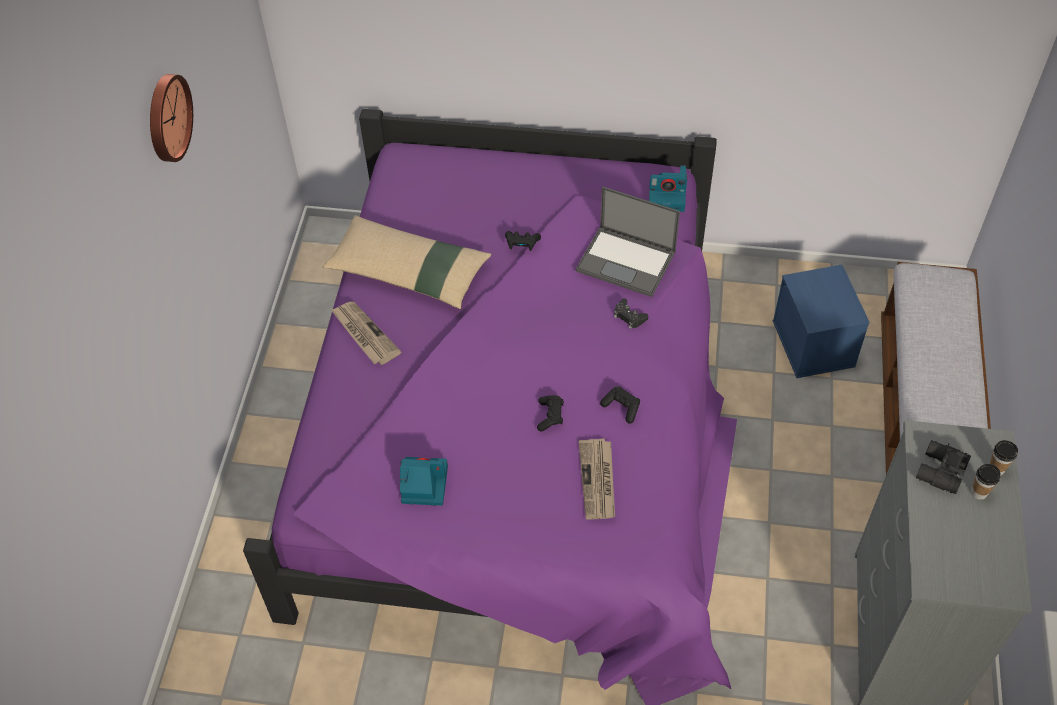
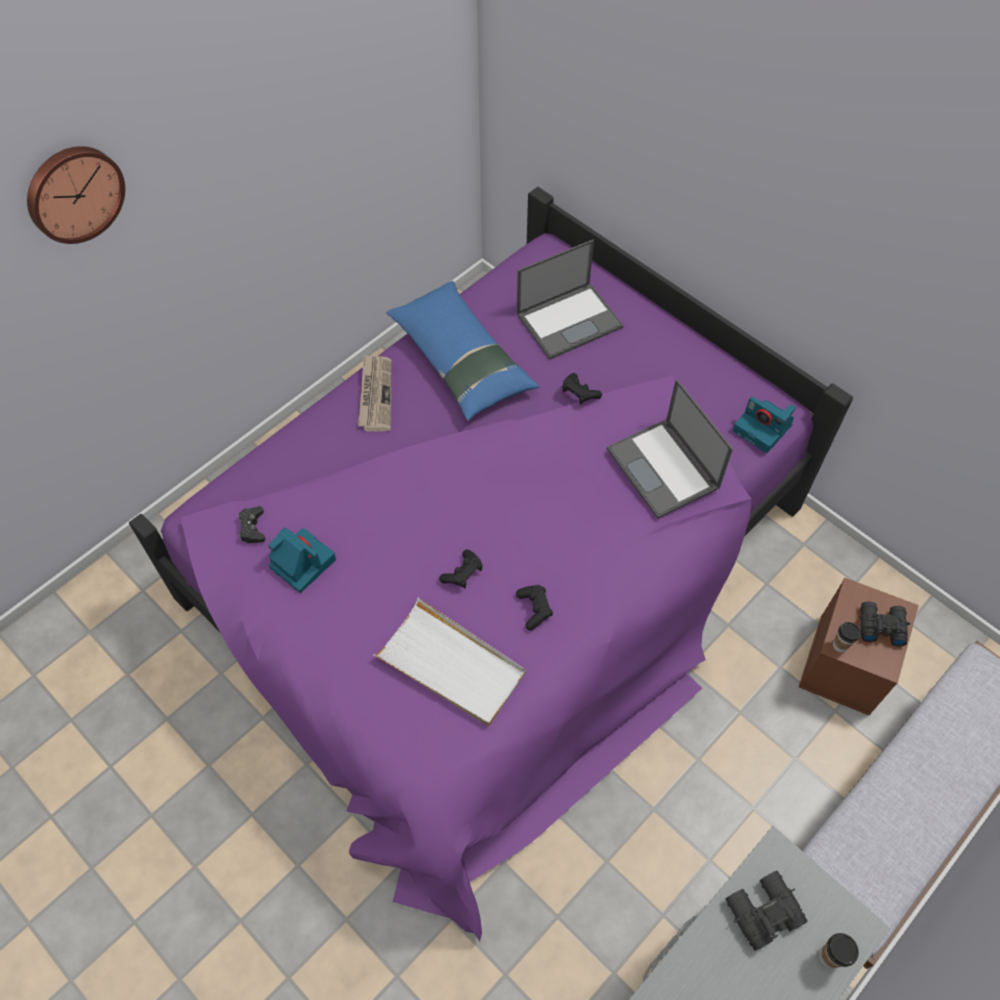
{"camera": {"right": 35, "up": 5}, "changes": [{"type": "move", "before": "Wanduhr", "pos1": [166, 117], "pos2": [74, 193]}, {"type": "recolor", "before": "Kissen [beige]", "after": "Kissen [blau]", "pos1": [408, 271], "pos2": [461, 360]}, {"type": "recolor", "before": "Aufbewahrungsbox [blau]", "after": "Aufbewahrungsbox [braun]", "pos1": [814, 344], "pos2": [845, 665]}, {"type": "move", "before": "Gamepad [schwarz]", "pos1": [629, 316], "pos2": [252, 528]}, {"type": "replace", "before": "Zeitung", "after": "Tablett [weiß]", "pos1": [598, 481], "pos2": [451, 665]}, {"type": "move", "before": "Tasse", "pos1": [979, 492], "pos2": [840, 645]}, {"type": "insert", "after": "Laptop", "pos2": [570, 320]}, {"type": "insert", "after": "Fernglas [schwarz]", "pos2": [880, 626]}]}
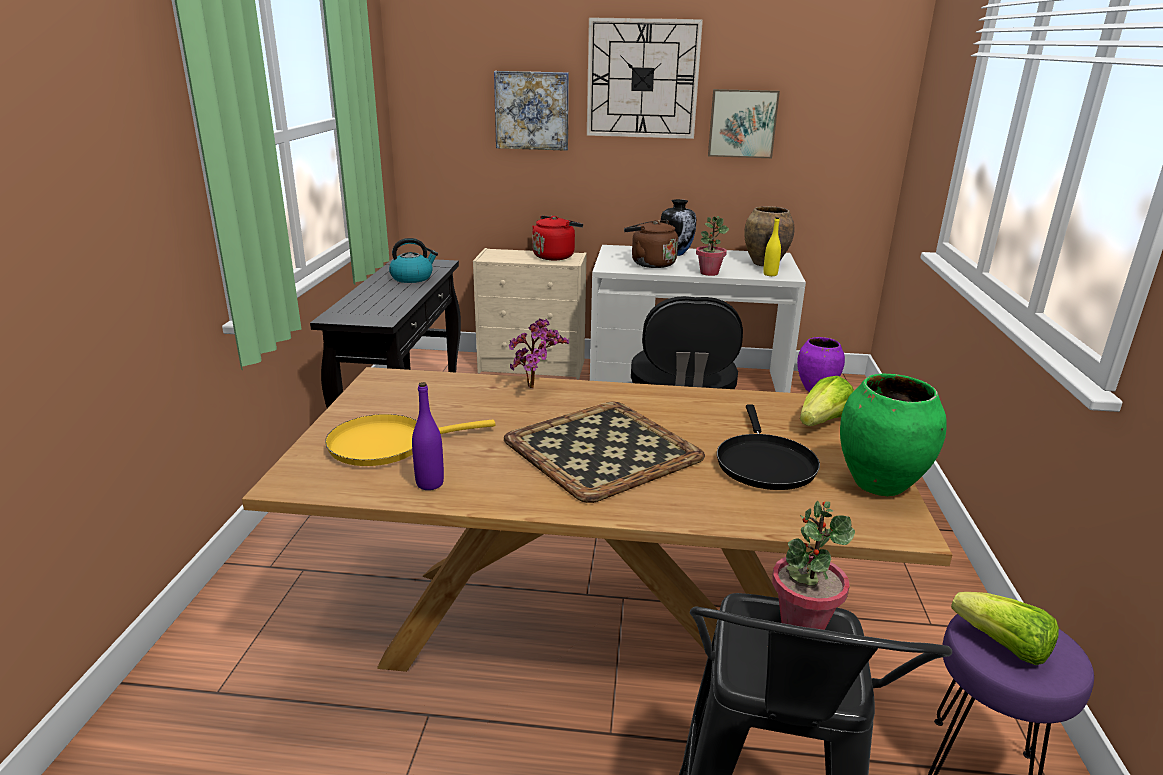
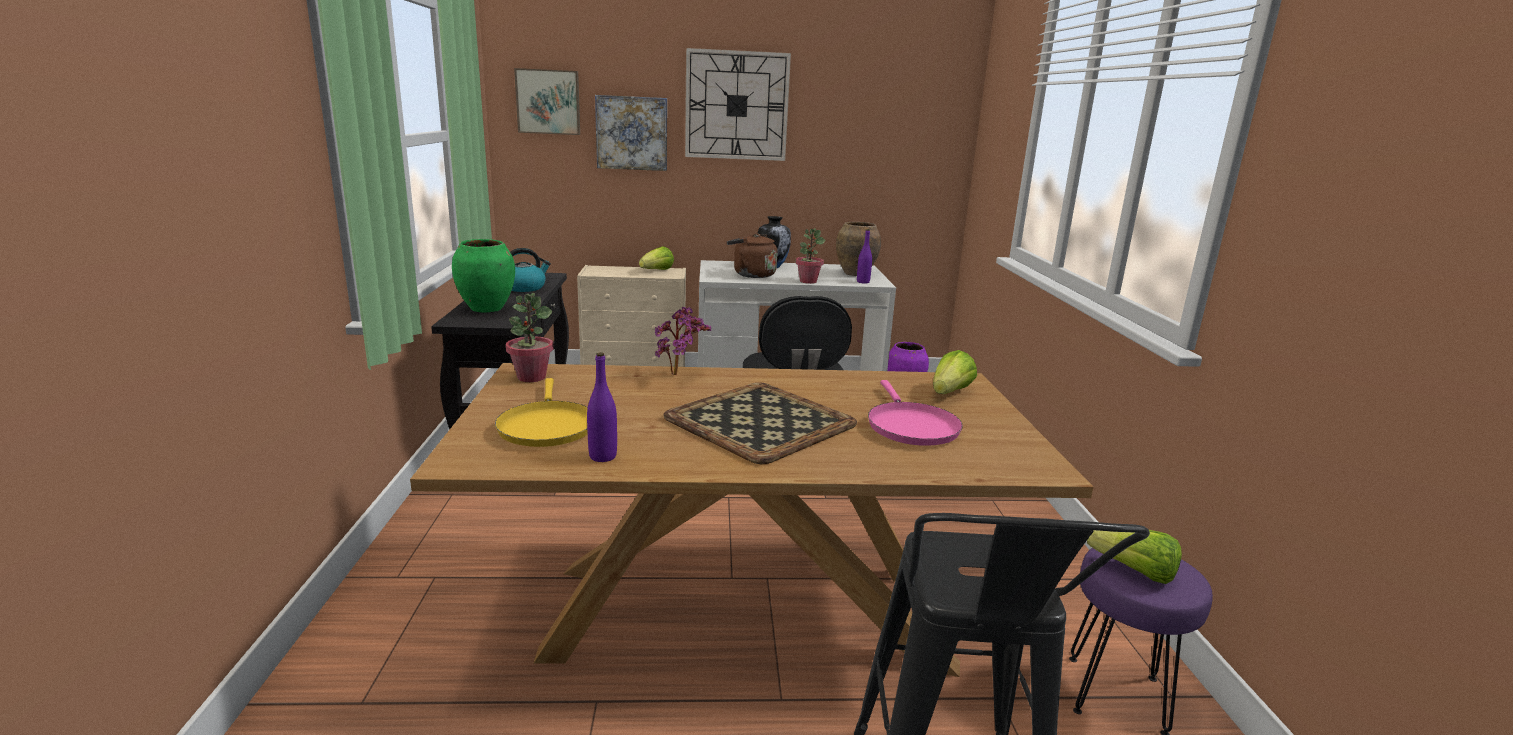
{"camera": {"right": -10, "up": -5}, "changes": [{"type": "move", "before": "Bild", "pos1": [742, 123], "pos2": [548, 102]}, {"type": "replace", "before": "Wasserkessel [rot]", "after": "Salatkopf", "pos1": [555, 256], "pos2": [657, 271]}, {"type": "recolor", "before": "Flasche [gelb]", "after": "Flasche [lila]", "pos1": [770, 274], "pos2": [863, 282]}, {"type": "move", "before": "Vase [grün]", "pos1": [879, 484], "pos2": [487, 309]}, {"type": "recolor", "before": "Pfanne [schwarz]", "after": "Pfanne [rosa]", "pos1": [764, 463], "pos2": [910, 426]}, {"type": "rotate", "before": "Pfanne [gelb]", "pos1": [386, 445], "pos2": [546, 426], "turn": -75}, {"type": "move", "before": "Topfpflanze", "pos1": [802, 623], "pos2": [531, 377]}]}
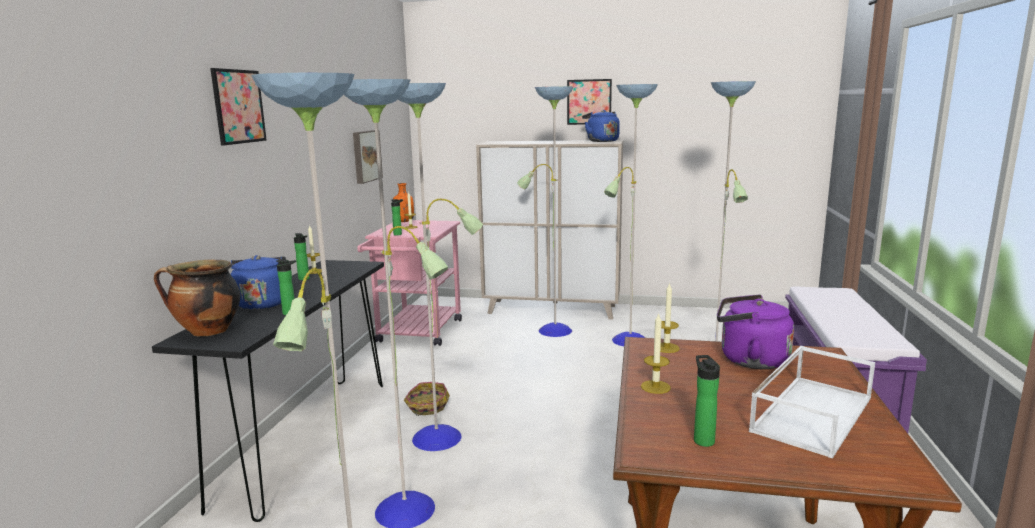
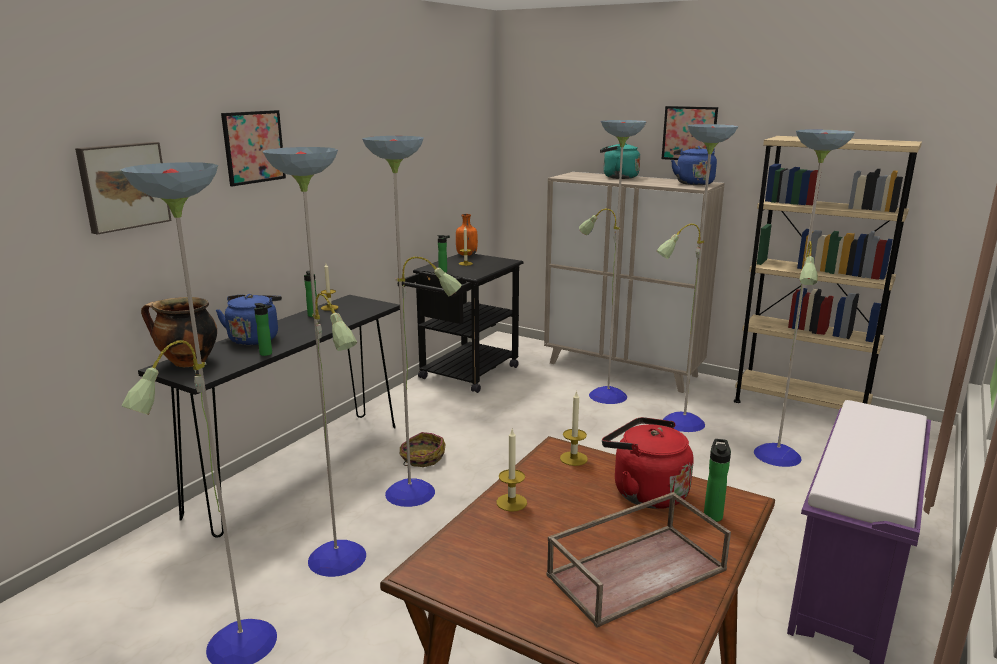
{"camera": {"right": 20, "up": 5}, "changes": [{"type": "move", "before": "Bild", "pos1": [365, 156], "pos2": [123, 186]}, {"type": "recolor", "before": "Rollwagen [rosa]", "after": "Rollwagen [schwarz]", "pos1": [417, 334], "pos2": [464, 375]}, {"type": "recolor", "before": "Wasserkessel [lila]", "after": "Wasserkessel [rot]", "pos1": [749, 360], "pos2": [645, 492]}, {"type": "recolor", "before": "Tablett [weiß]", "after": "Tablett [braun]", "pos1": [811, 413], "pos2": [637, 571]}, {"type": "move", "before": "Flasche", "pos1": [702, 439], "pos2": [713, 514]}, {"type": "insert", "after": "Bücherregal [beige]", "pos2": [800, 405]}, {"type": "insert", "after": "Wasserkessel [türkis]", "pos2": [618, 177]}]}
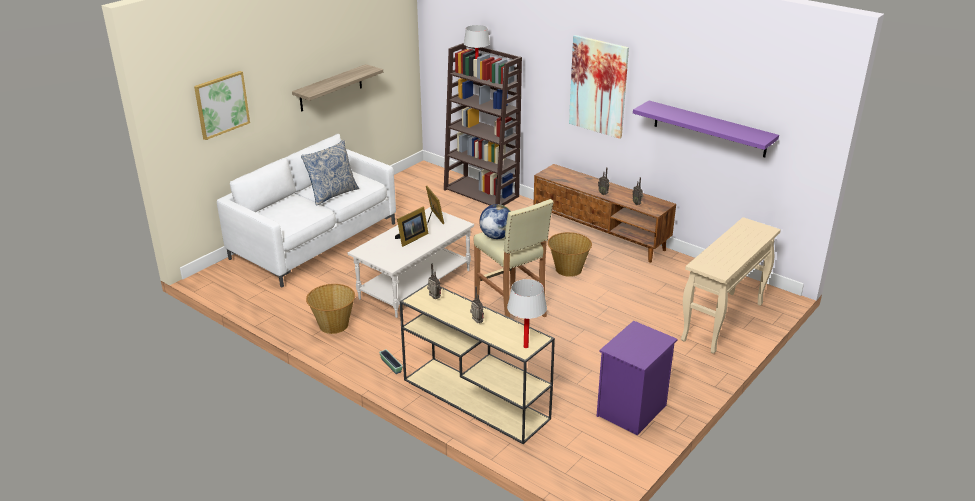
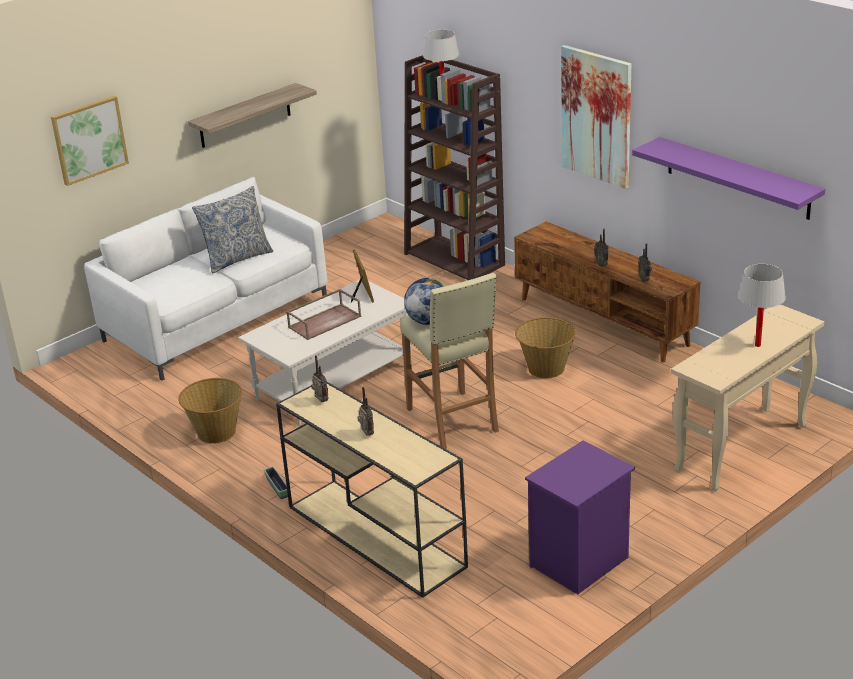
{"camera": {"right": 10, "up": 0}, "changes": [{"type": "replace", "before": "Bilderrahmen", "after": "Tablett [braun]", "pos1": [411, 239], "pos2": [325, 321]}, {"type": "move", "before": "Tischlampe [weiß]", "pos1": [525, 346], "pos2": [757, 345]}]}
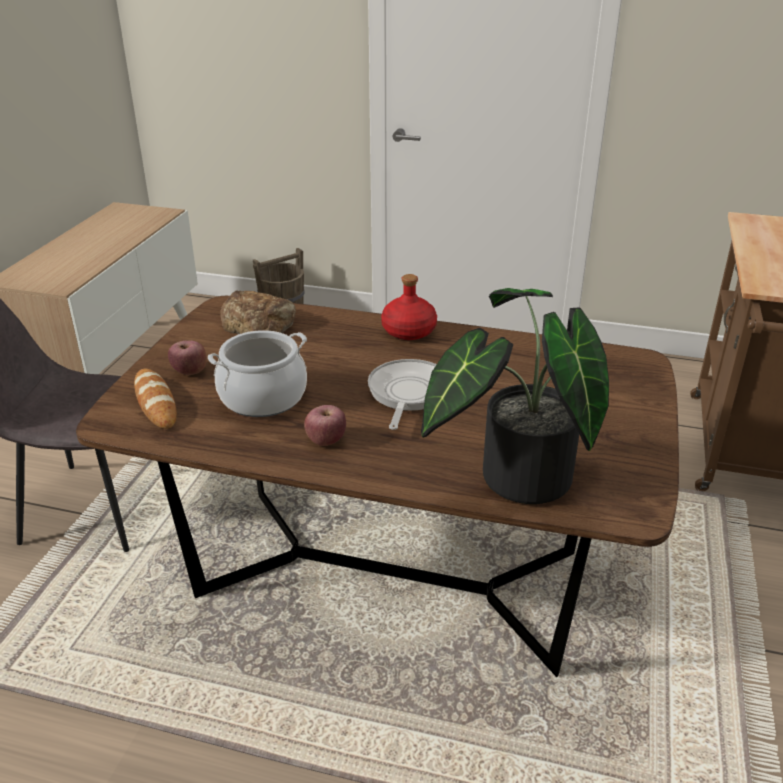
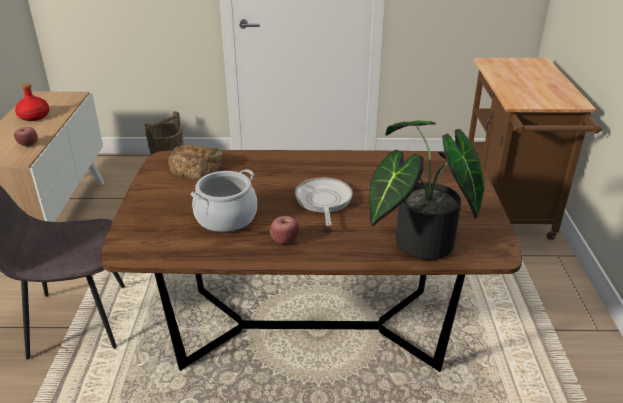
{"camera": {"right": -15, "up": 0}, "changes": [{"type": "move", "before": "Flasche [rot]", "pos1": [408, 331], "pos2": [34, 116]}, {"type": "move", "before": "Apfel", "pos1": [190, 371], "pos2": [28, 144]}, {"type": "delete", "before": "Brot", "pos1": [155, 402]}]}
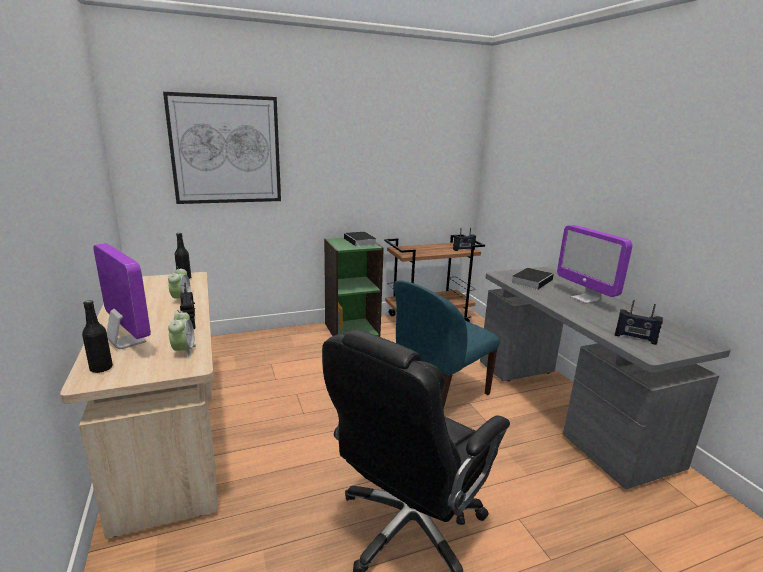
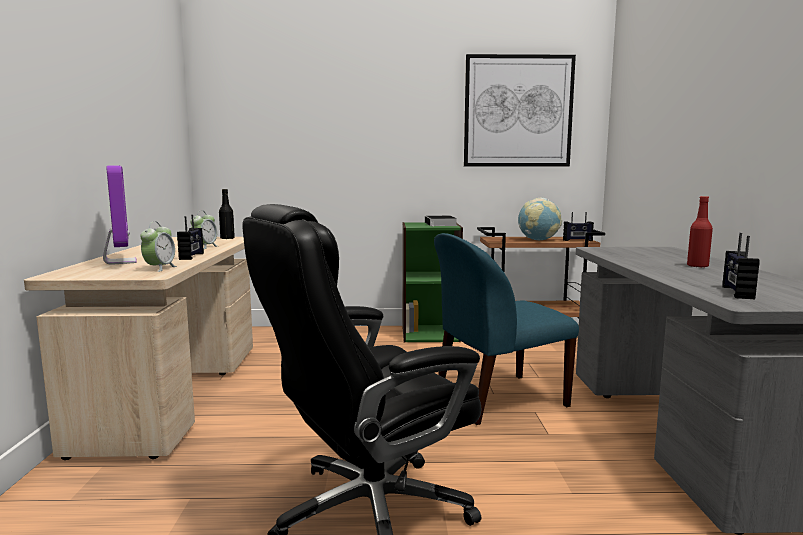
{"camera": {"right": 20, "up": -10}, "changes": [{"type": "move", "before": "Bild", "pos1": [226, 150], "pos2": [518, 111]}, {"type": "replace", "before": "Monitor", "after": "Flasche [rot]", "pos1": [585, 299], "pos2": [697, 266]}, {"type": "delete", "before": "Buch", "pos1": [532, 281]}, {"type": "delete", "before": "Flasche [schwarz]", "pos1": [101, 368]}, {"type": "rotate", "before": "Radio", "pos1": [635, 338], "pos2": [736, 292], "turn": 60}, {"type": "insert", "after": "Globus", "pos2": [538, 240]}]}
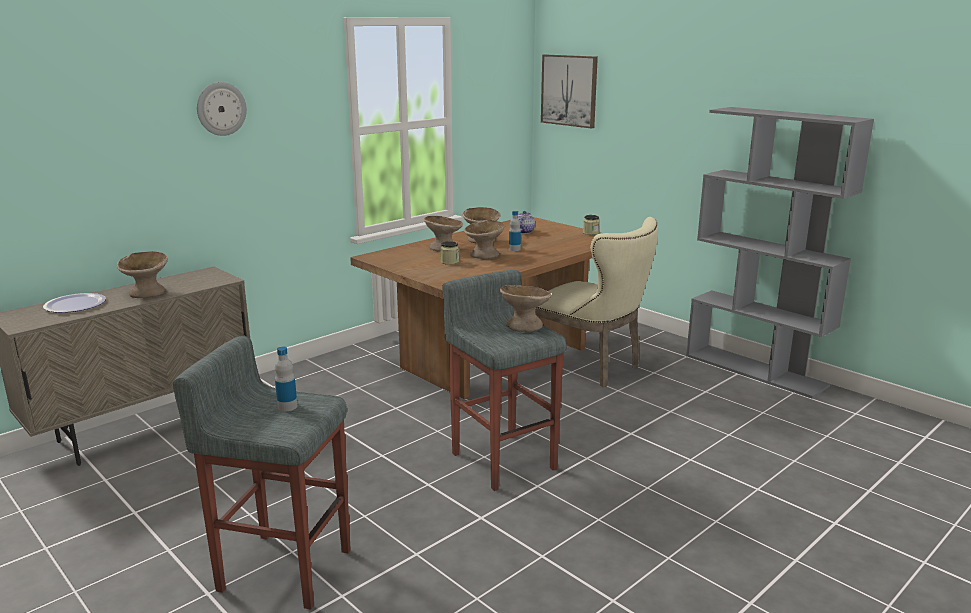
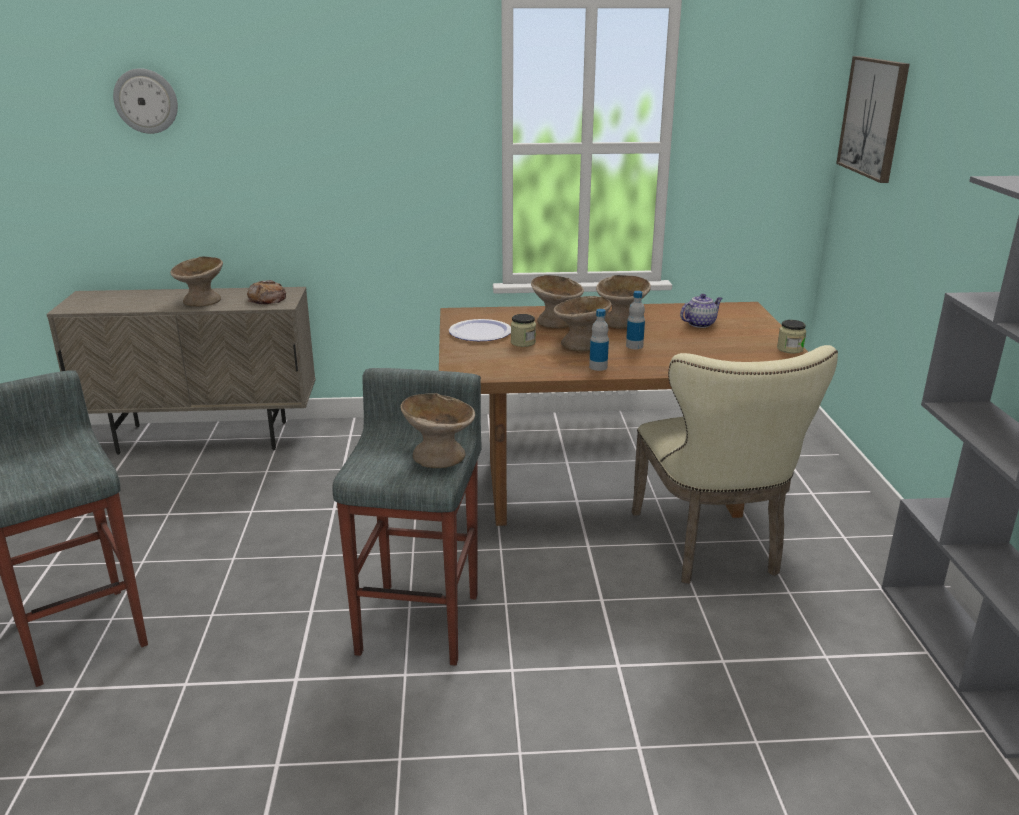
{"camera": {"right": 40, "up": 5}, "changes": [{"type": "move", "before": "Wanduhr", "pos1": [221, 109], "pos2": [146, 101]}, {"type": "move", "before": "Teller", "pos1": [75, 304], "pos2": [480, 332]}, {"type": "move", "before": "Flasche", "pos1": [287, 406], "pos2": [598, 367]}, {"type": "insert", "after": "Brot", "pos2": [267, 298]}]}
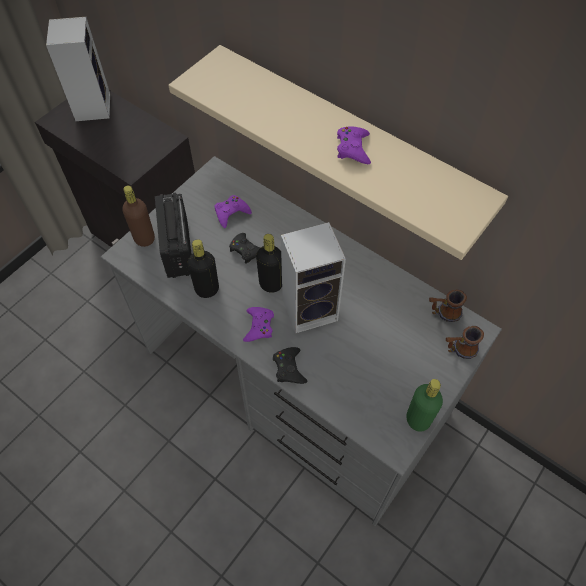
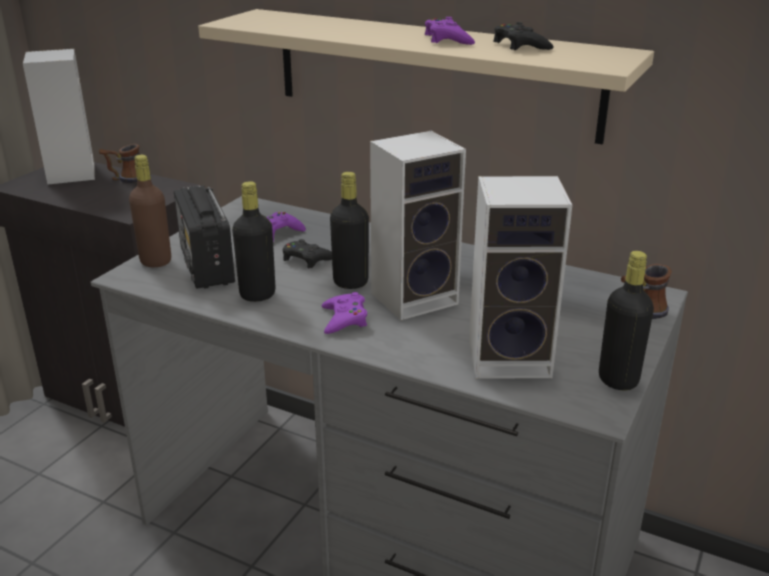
{"camera": {"right": -10, "up": -30}, "changes": [{"type": "move", "before": "Henkelbecher", "pos1": [443, 312], "pos2": [125, 179]}, {"type": "move", "before": "Gamepad [schwarz]", "pos1": [289, 368], "pos2": [520, 45]}, {"type": "recolor", "before": "Flasche [grün]", "after": "Flasche [schwarz]", "pos1": [418, 419], "pos2": [618, 380]}, {"type": "insert", "after": "Lautsprecher", "pos2": [512, 357]}]}
